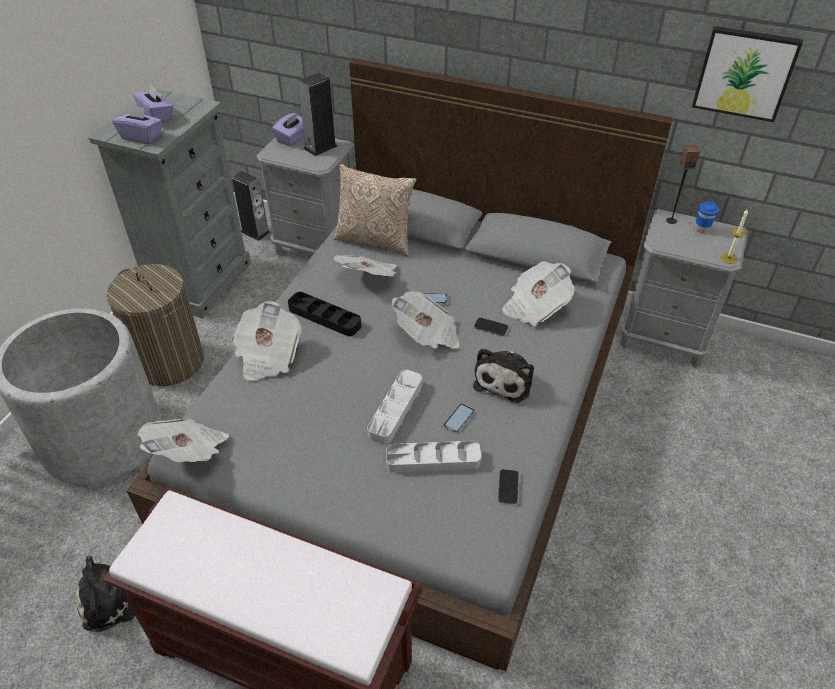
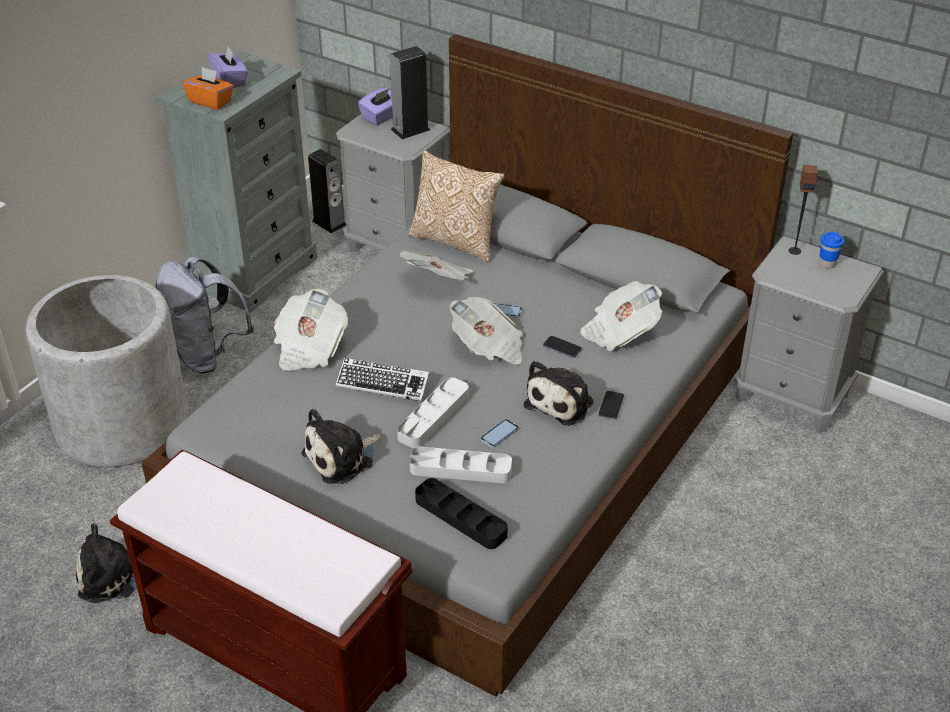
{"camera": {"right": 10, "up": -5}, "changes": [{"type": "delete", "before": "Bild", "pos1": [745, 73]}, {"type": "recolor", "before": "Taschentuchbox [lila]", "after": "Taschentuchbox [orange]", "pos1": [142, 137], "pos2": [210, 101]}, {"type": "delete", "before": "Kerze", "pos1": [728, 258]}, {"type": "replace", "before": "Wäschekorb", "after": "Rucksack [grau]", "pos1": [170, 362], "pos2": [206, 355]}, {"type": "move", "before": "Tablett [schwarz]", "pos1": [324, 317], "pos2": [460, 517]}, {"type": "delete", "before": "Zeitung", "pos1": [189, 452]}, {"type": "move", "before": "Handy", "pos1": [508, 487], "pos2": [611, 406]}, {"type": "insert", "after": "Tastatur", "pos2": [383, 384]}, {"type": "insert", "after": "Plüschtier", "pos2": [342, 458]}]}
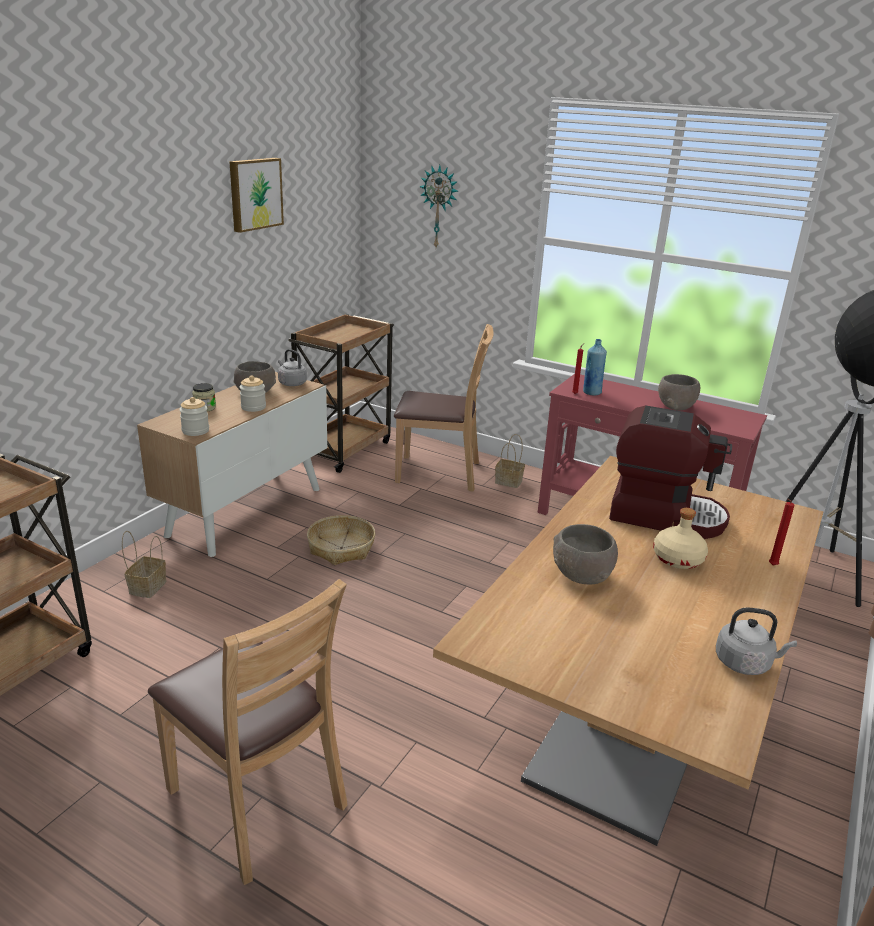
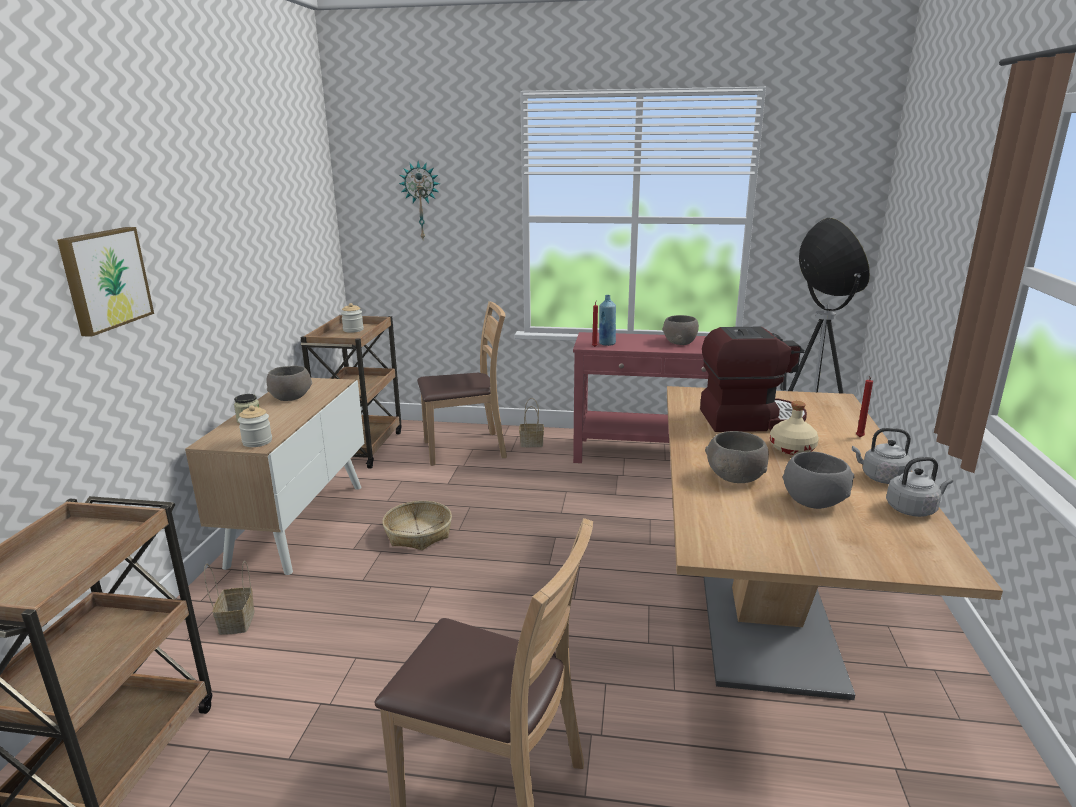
{"camera": {"right": -20, "up": -5}, "changes": [{"type": "move", "before": "Bild", "pos1": [254, 194], "pos2": [104, 279]}, {"type": "move", "before": "Wasserkessel [grau]", "pos1": [291, 383], "pos2": [881, 478]}, {"type": "move", "before": "Vorratsglas", "pos1": [253, 407], "pos2": [353, 330]}, {"type": "insert", "after": "Schüssel [grau]", "pos2": [814, 500]}]}
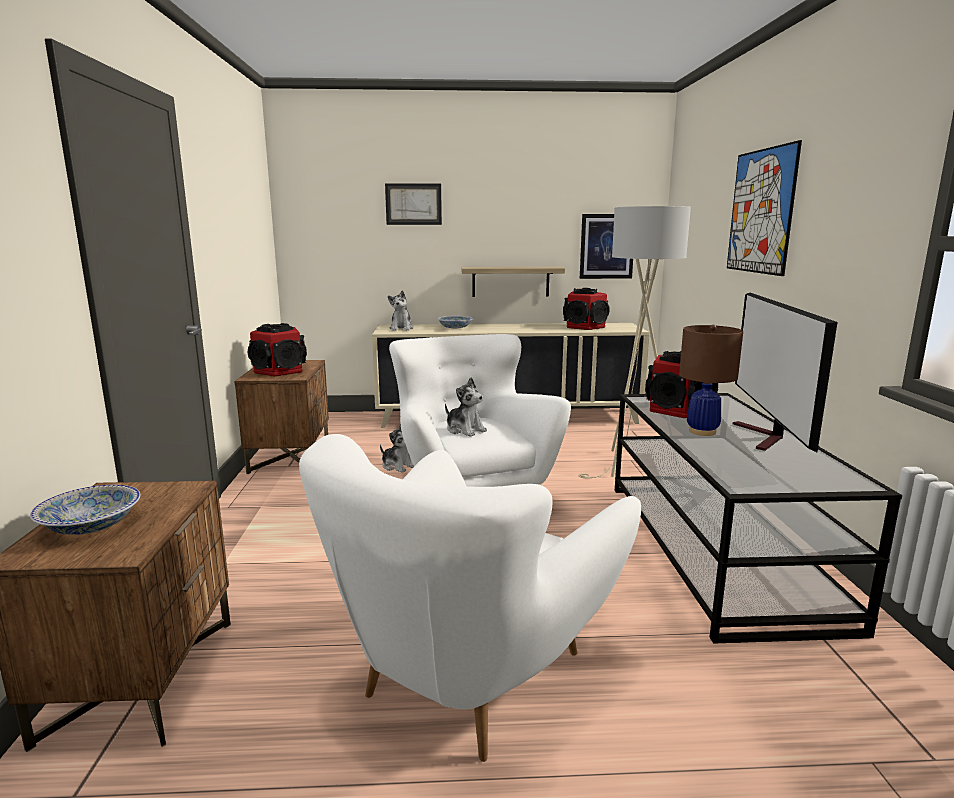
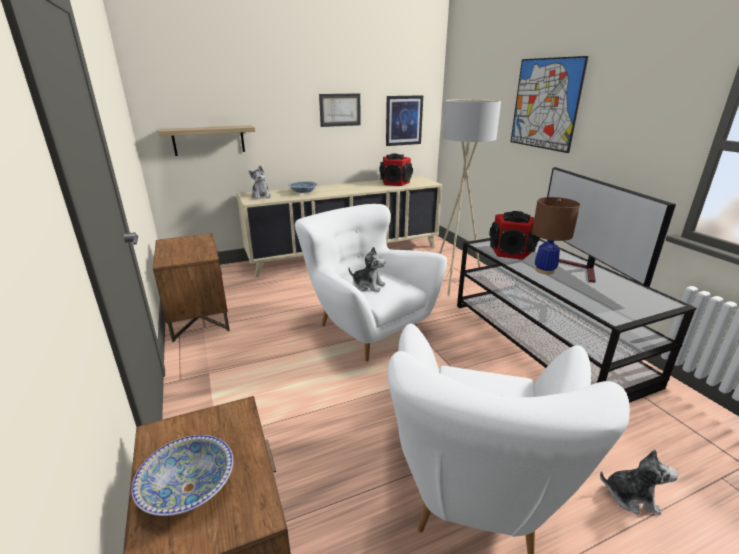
{"camera": {"right": -20, "up": 10}, "changes": [{"type": "move", "before": "Bild", "pos1": [413, 204], "pos2": [340, 110]}, {"type": "move", "before": "Wandregal", "pos1": [510, 281], "pos2": [209, 140]}, {"type": "delete", "before": "Lautsprecher", "pos1": [280, 371]}, {"type": "move", "before": "Plüschtier", "pos1": [397, 466], "pos2": [630, 496]}]}
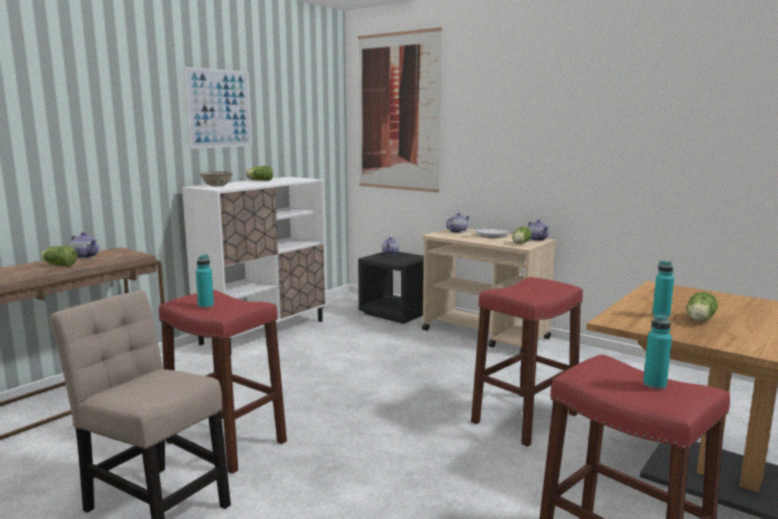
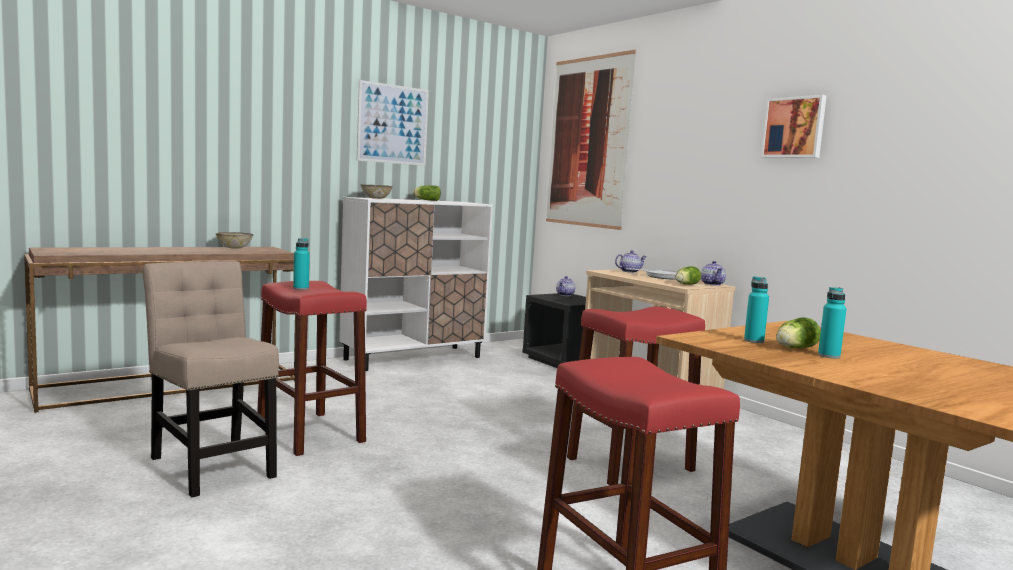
{"camera": {"right": 15, "up": -5}, "changes": [{"type": "replace", "before": "Teekanne", "after": "Schüssel", "pos1": [86, 256], "pos2": [234, 248]}, {"type": "delete", "before": "Salatkopf", "pos1": [59, 265]}, {"type": "move", "before": "Flasche [türkis]", "pos1": [654, 385], "pos2": [829, 356]}, {"type": "insert", "after": "Bild", "pos2": [794, 127]}]}
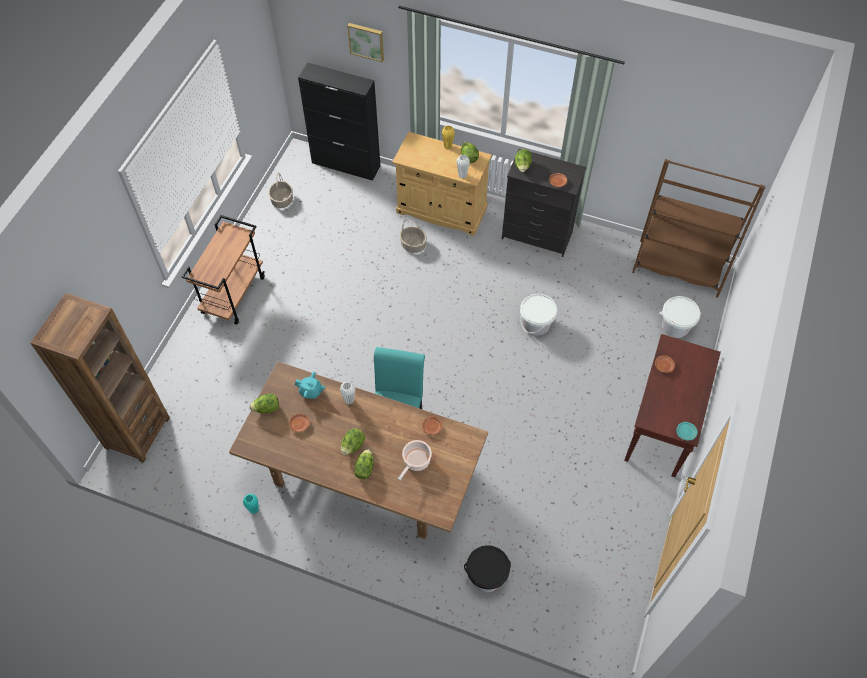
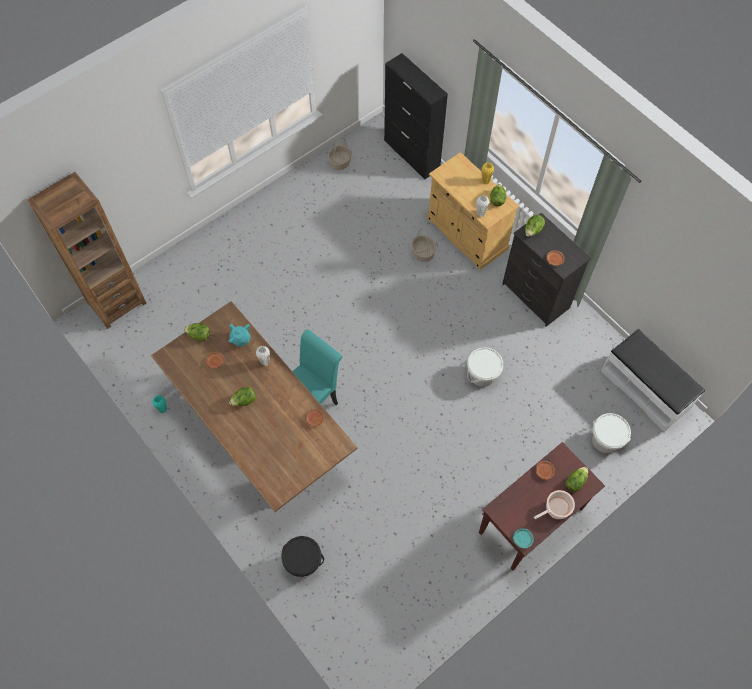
{"camera": {"right": 30, "up": 5}, "changes": [{"type": "delete", "before": "Bild", "pos1": [366, 41]}, {"type": "replace", "before": "Bücherregal [braun]", "after": "Bank [weiß]", "pos1": [678, 268], "pos2": [645, 389]}, {"type": "delete", "before": "Rollwagen [braun]", "pos1": [233, 294]}, {"type": "move", "before": "Kochtopf", "pos1": [415, 461], "pos2": [556, 509]}, {"type": "move", "before": "Salatkopf", "pos1": [364, 468], "pos2": [575, 481]}]}
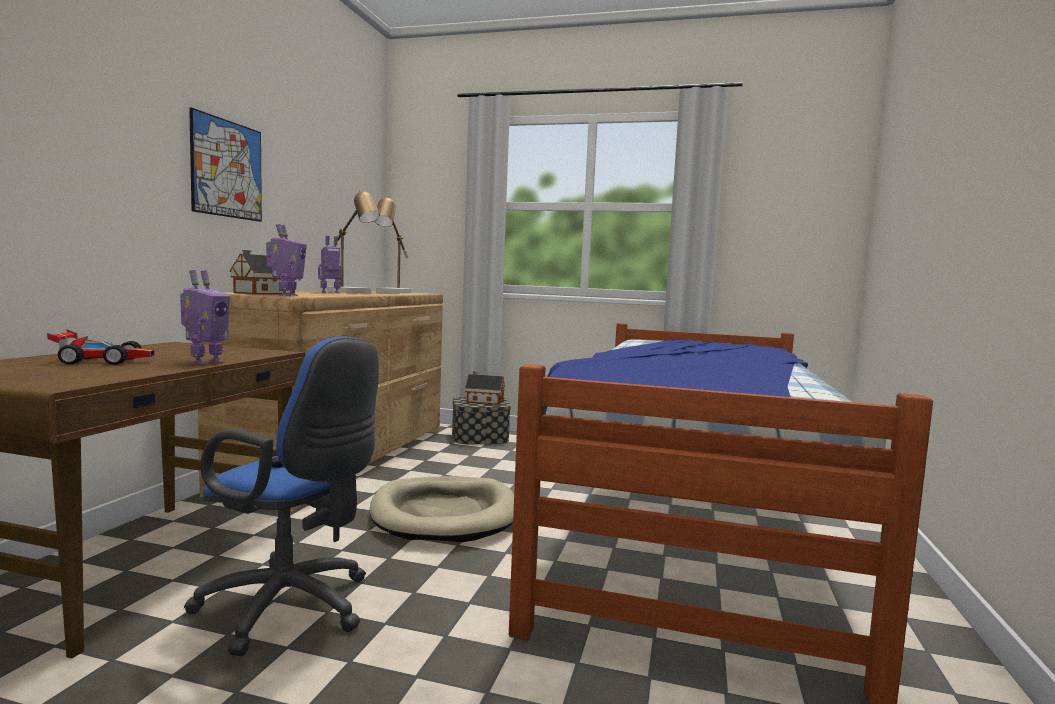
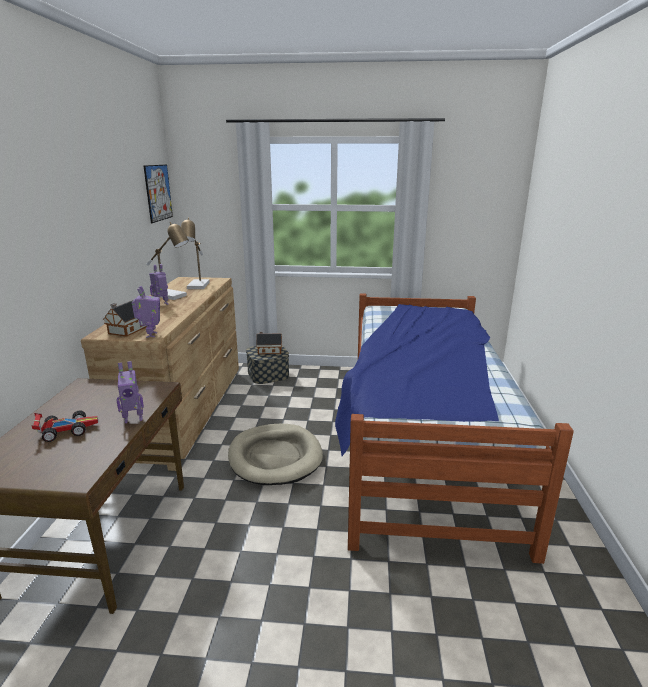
{"camera": {"right": -10, "up": 15}, "changes": [{"type": "move", "before": "Bild", "pos1": [227, 169], "pos2": [158, 193]}, {"type": "rotate", "before": "Spielzeugroboter", "pos1": [205, 362], "pos2": [133, 418], "turn": 60}, {"type": "delete", "before": "Bürostuhl [blau]", "pos1": [292, 609]}]}
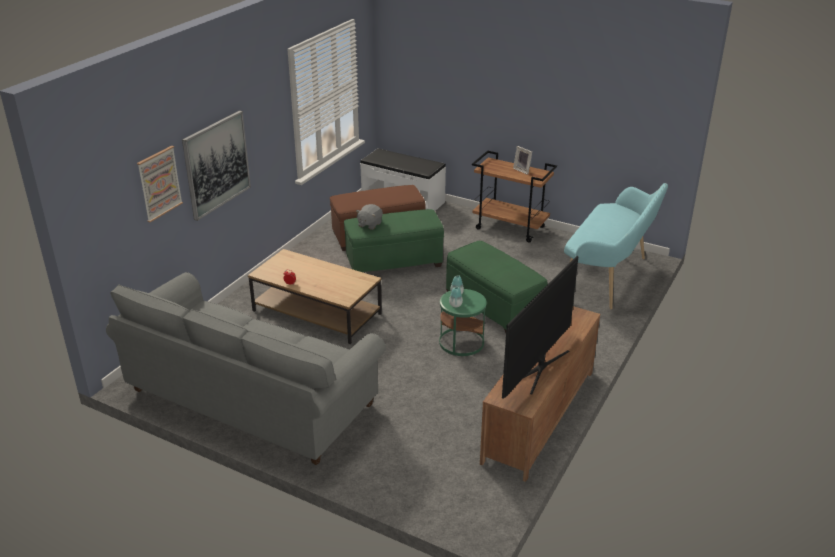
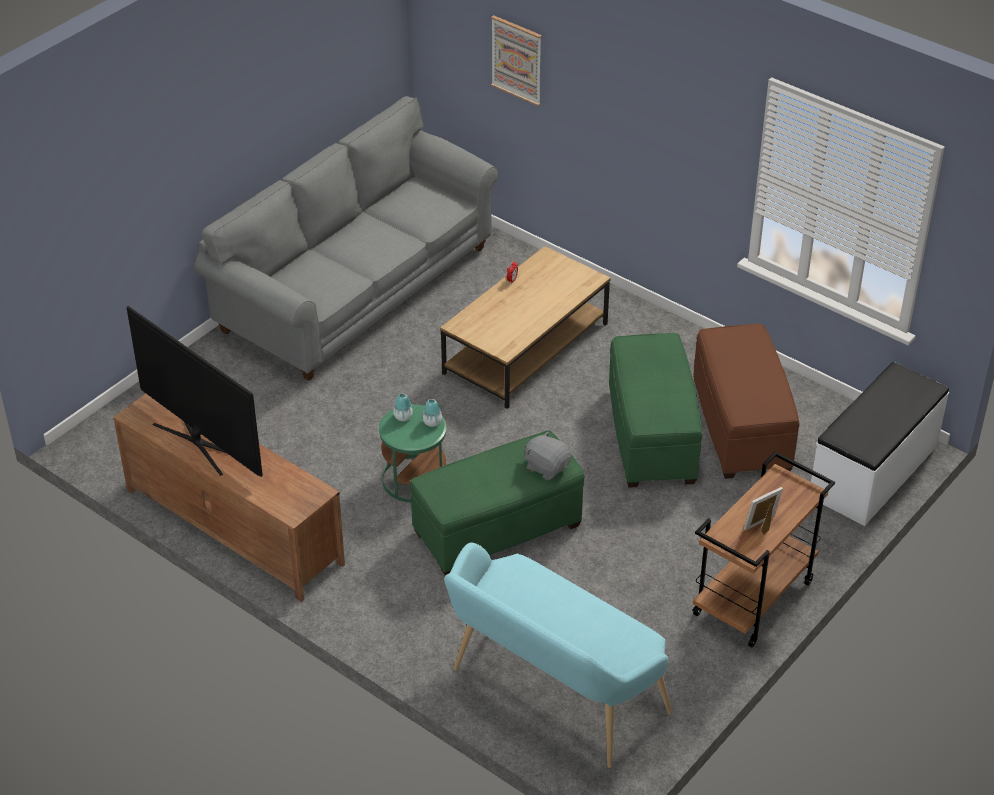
{"camera": {"right": 100, "up": 10}, "changes": [{"type": "delete", "before": "Bild", "pos1": [216, 164]}, {"type": "move", "before": "Plüschtier [grau]", "pos1": [369, 224], "pos2": [547, 467]}]}
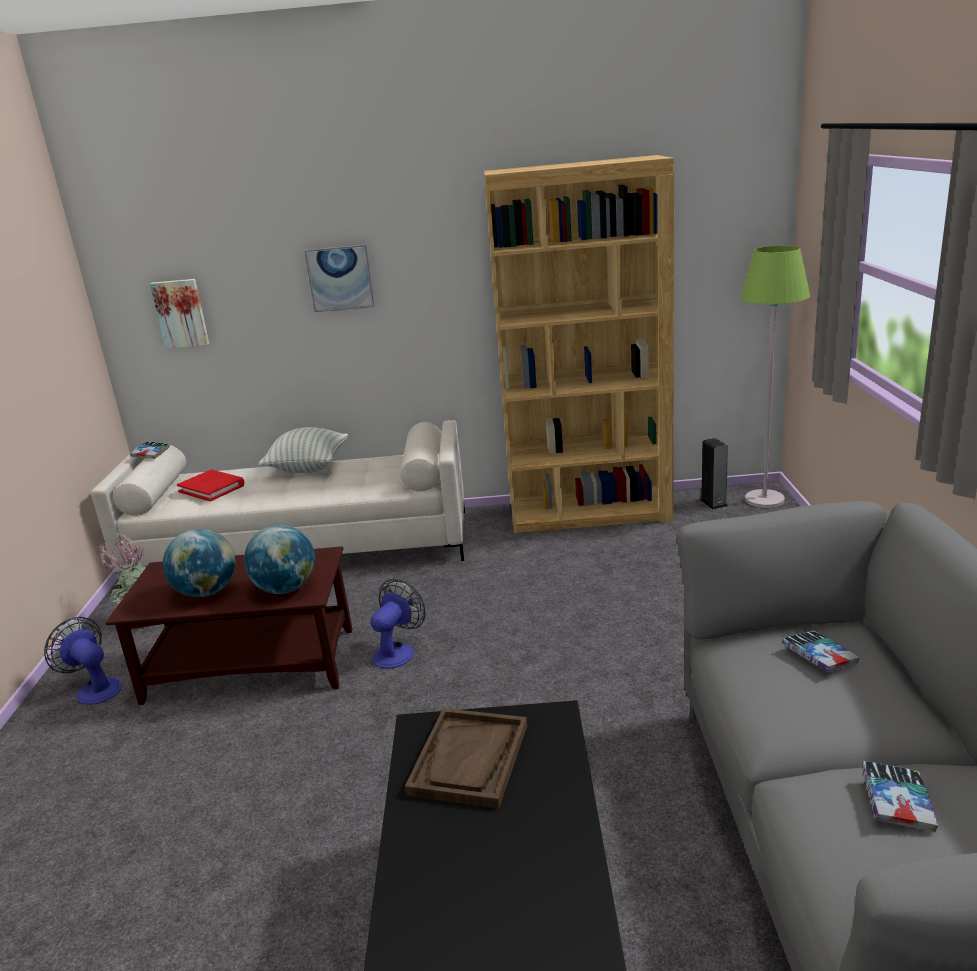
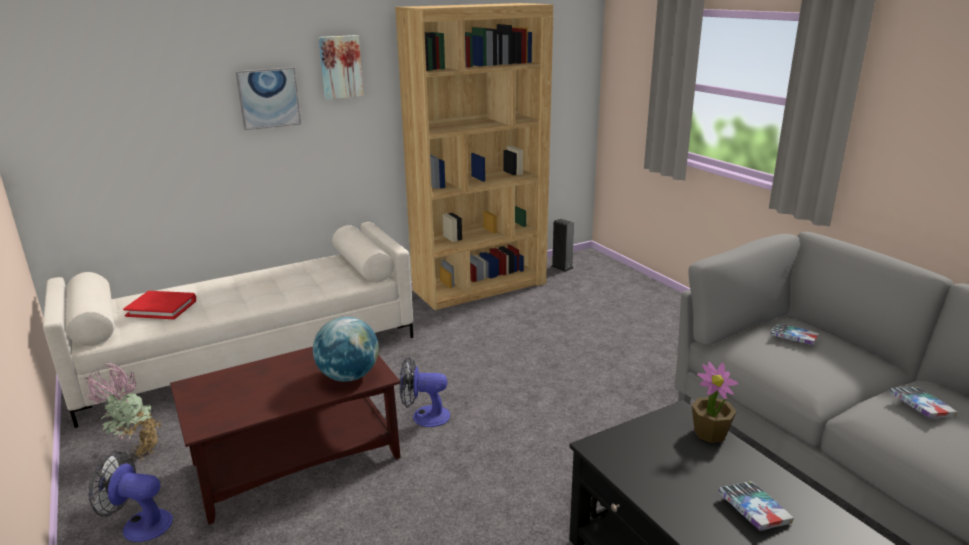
{"camera": {"right": -30, "up": 0}, "changes": [{"type": "delete", "before": "Stehlampe [grün]", "pos1": [764, 499]}, {"type": "move", "before": "Bild", "pos1": [181, 313], "pos2": [340, 67]}, {"type": "delete", "before": "Kissen", "pos1": [308, 468]}, {"type": "move", "before": "Buch", "pos1": [151, 453], "pos2": [754, 510]}, {"type": "delete", "before": "Globus", "pos1": [207, 592]}, {"type": "rotate", "before": "Ventilator", "pos1": [398, 651], "pos2": [424, 416], "turn": -90}, {"type": "delete", "before": "Tablett [braun]", "pos1": [469, 759]}, {"type": "insert", "after": "Topfpflanze", "pos2": [710, 433]}]}
